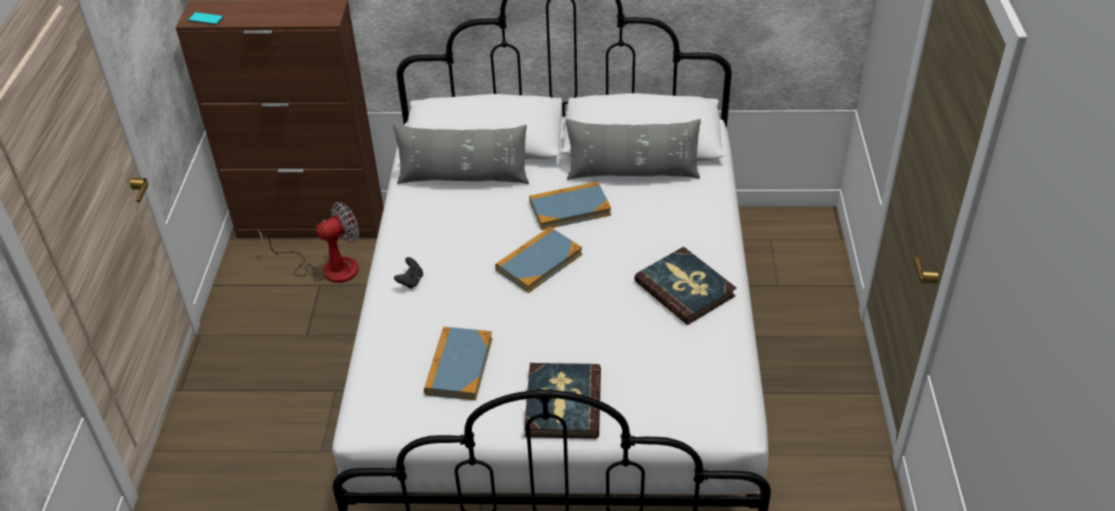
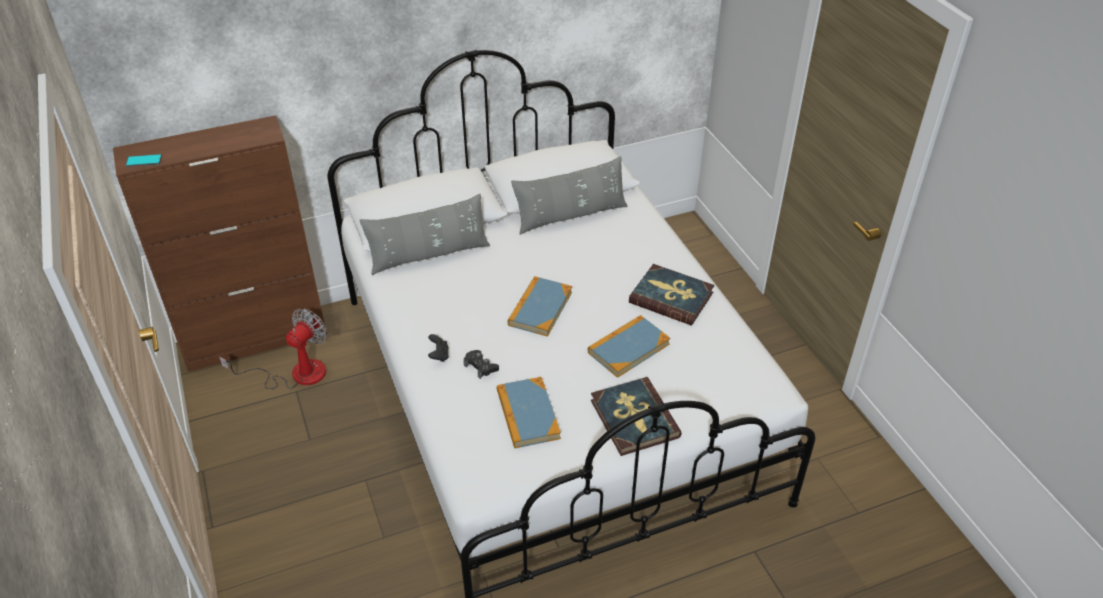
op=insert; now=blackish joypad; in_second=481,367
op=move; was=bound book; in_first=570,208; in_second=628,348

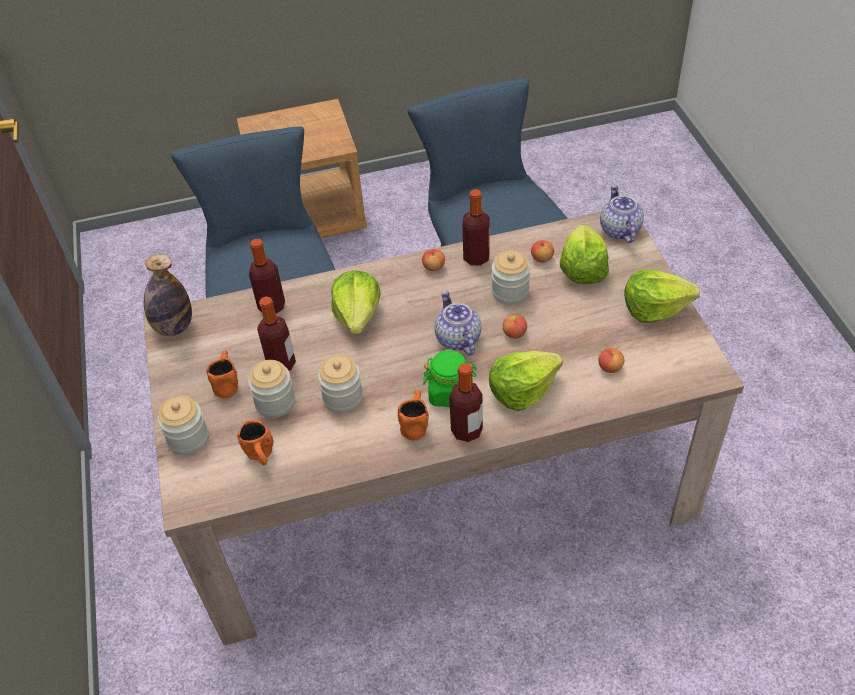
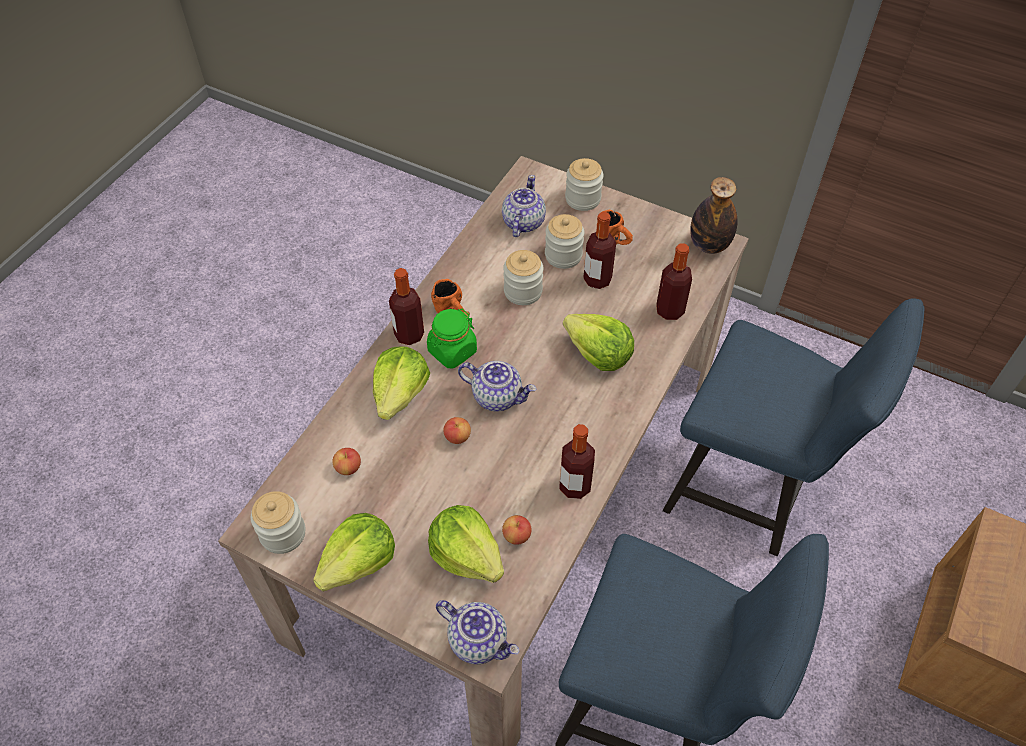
op=move; was=preserve jar; in_first=510,291; in_second=283,533
op=replace; was=orange coffee mug; now=teapot; in_first=261,457; in_second=522,222
op=delete; was=whole apple; in_first=433,267

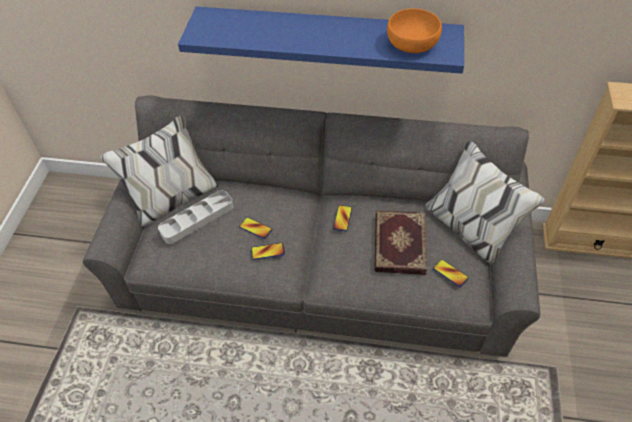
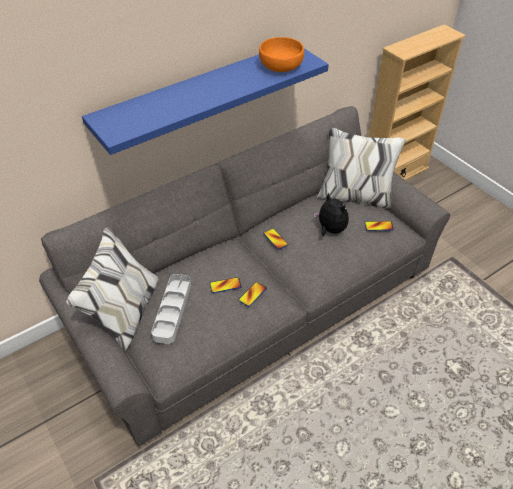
op=replace; was=bound book; now=plush toy; in_first=398,244; in_second=330,230

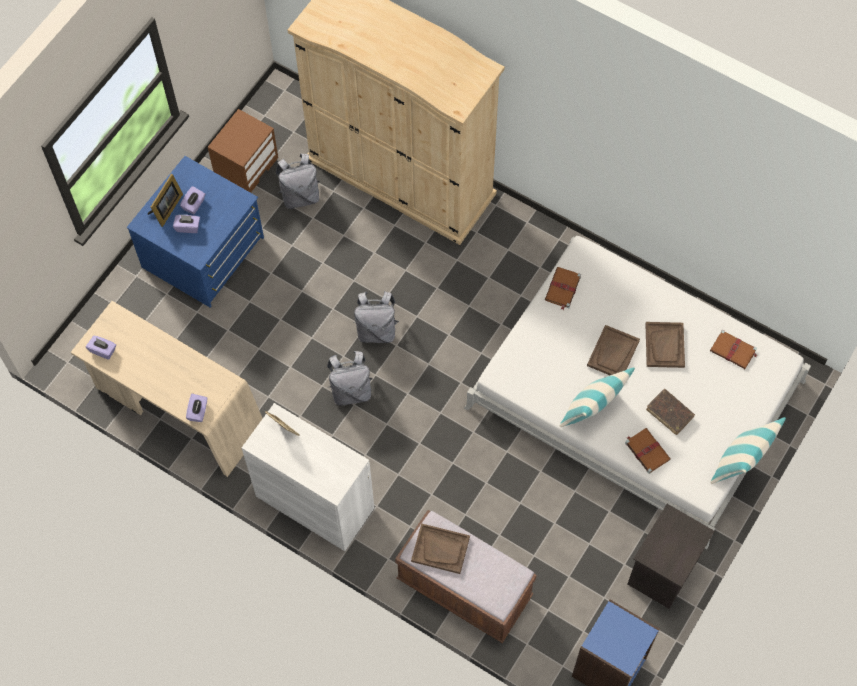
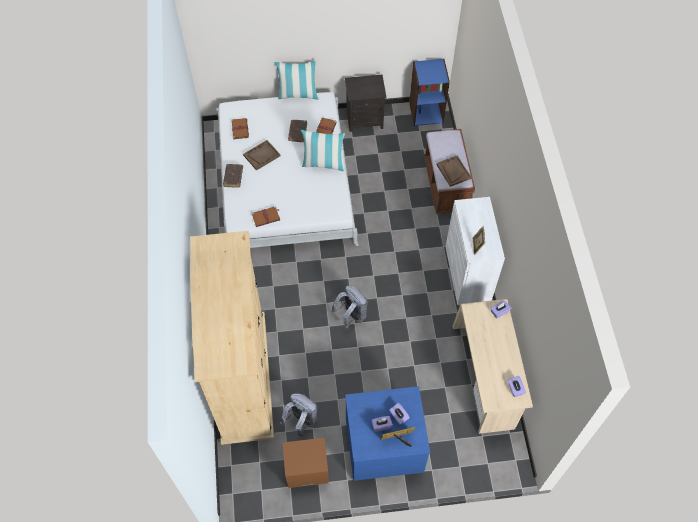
op=insert; now=brown-coloured bound book; in_second=233,177
op=delete; was=greyish knapsack; in_first=351,390
op=delete; was=brown-coloured tray; in_first=613,353

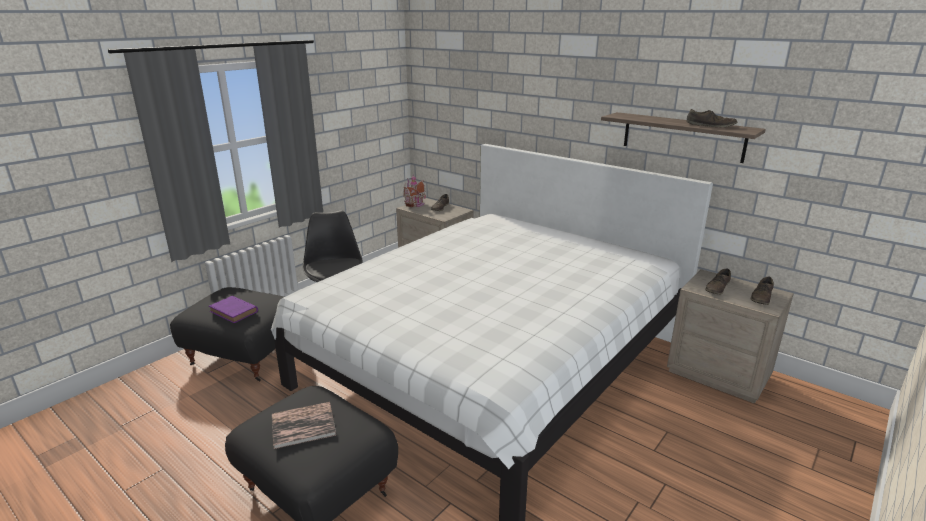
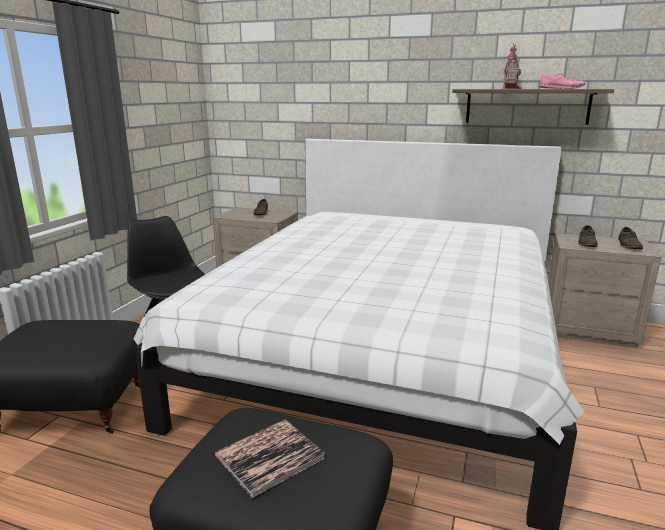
op=move; was=model house; in_first=416,204; in_second=511,88
op=recolor; was=brown-coloured low shoe; now=pink-coloured low shoe; in_first=710,125; in_second=561,88
op=delete; was=purple bound book; in_first=234,312

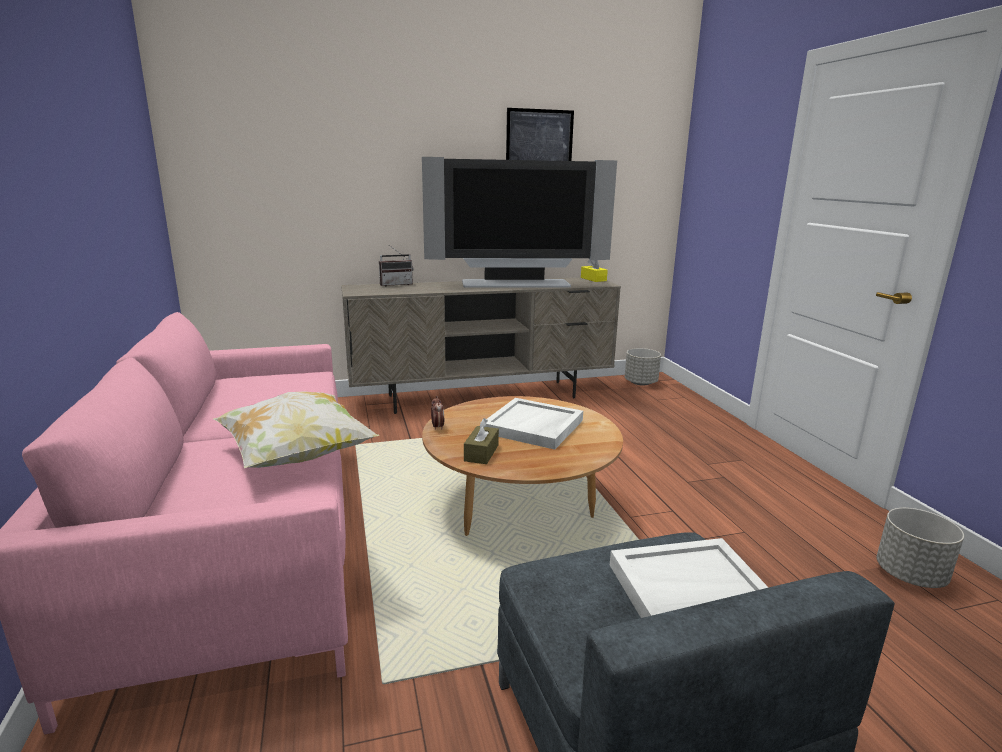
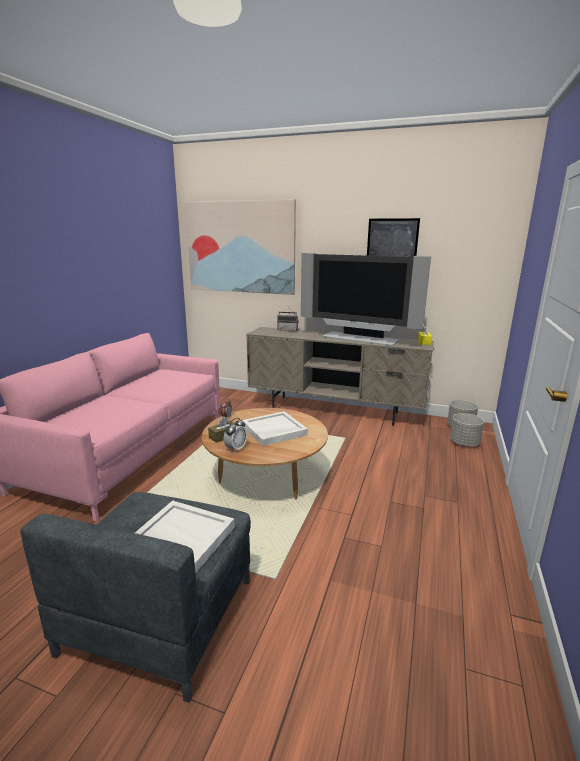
op=insert; now=picture; in_second=240,247
op=insert; now=alarm clock; in_second=235,449
op=move; was=greyish plant pot; in_first=910,575; in_second=464,443
op=delete; was=pillow; in_first=297,456

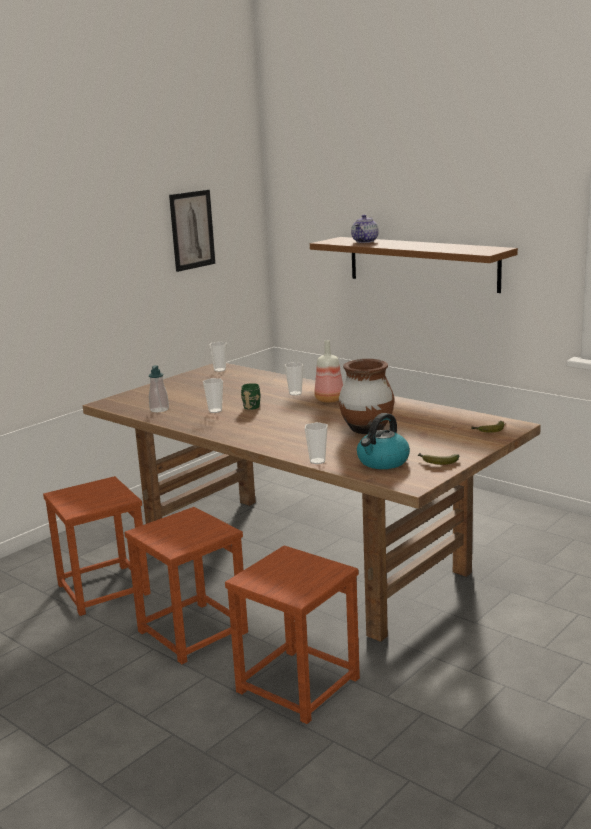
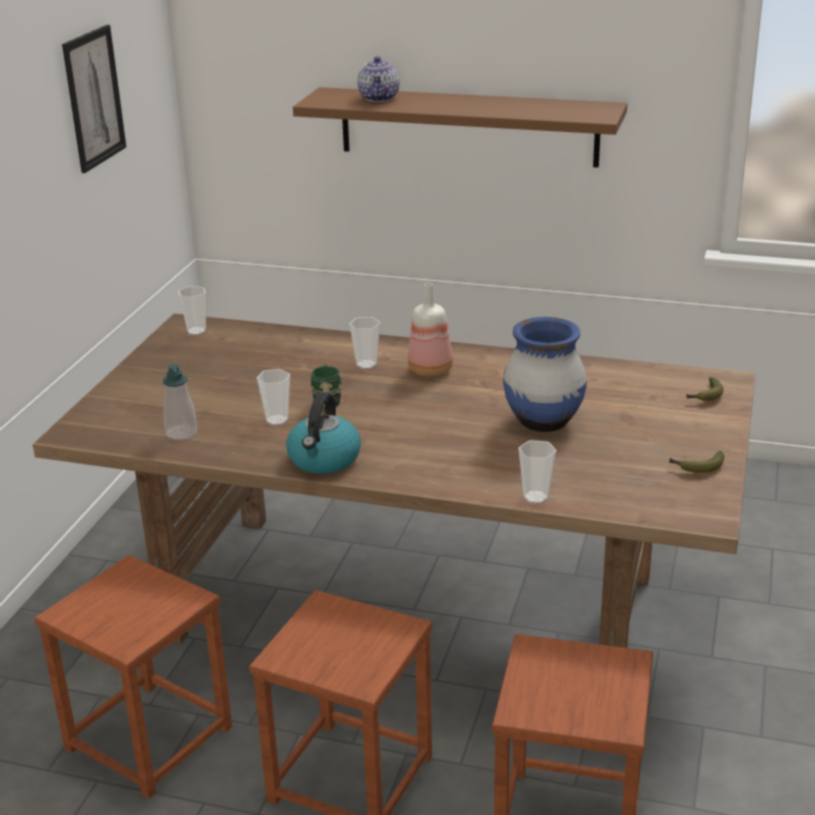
op=move; was=tea kettle; in_first=382,462; in_second=324,460
op=recolor; was=brown-coloured flower vase; now=blue-coloured flower vase; in_first=367,430; in_second=543,422

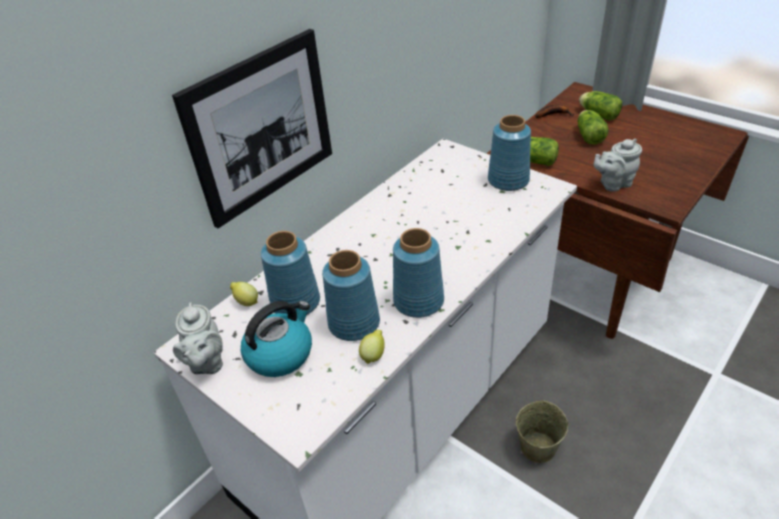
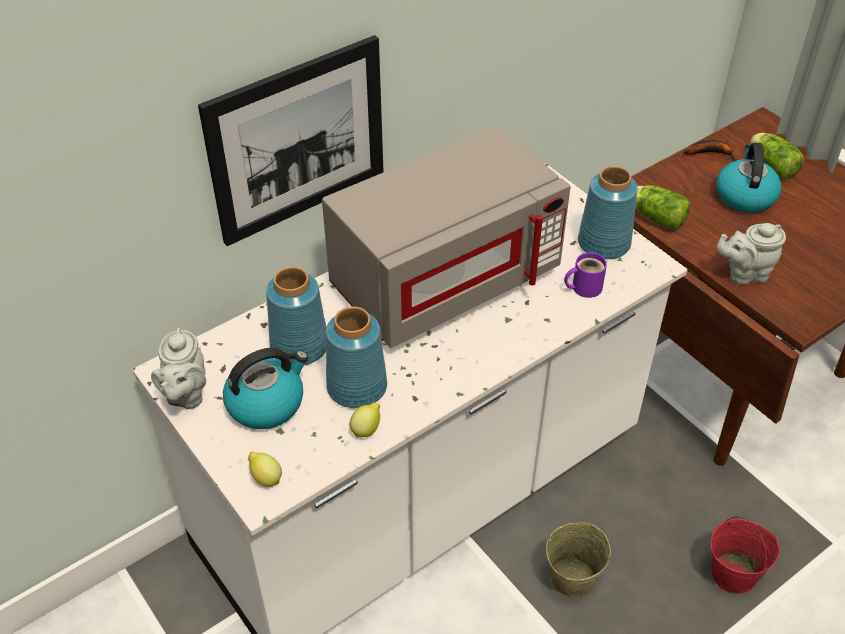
op=move; was=whole lemon; in_first=246,302; in_second=265,478
op=insert; now=greyish kitchen microwave; in_second=444,280
op=insert; now=purple coffee mug; in_second=583,287
op=insert; now=red pail; in_second=734,574
op=replace; was=lettuce head; now=tea kettle; in_first=589,135; in_second=744,195
op=delete; was=blue-coloured flower vase; in_first=419,301

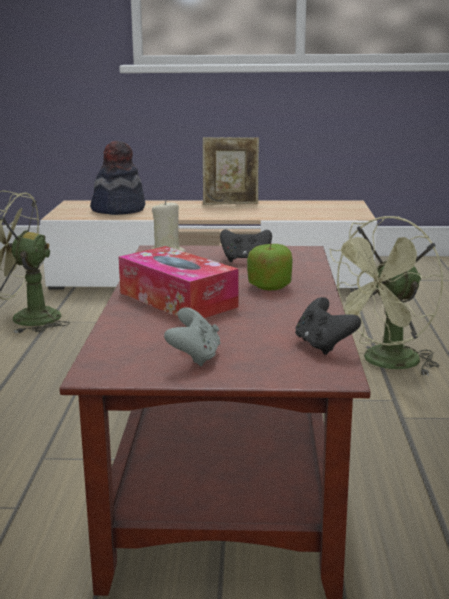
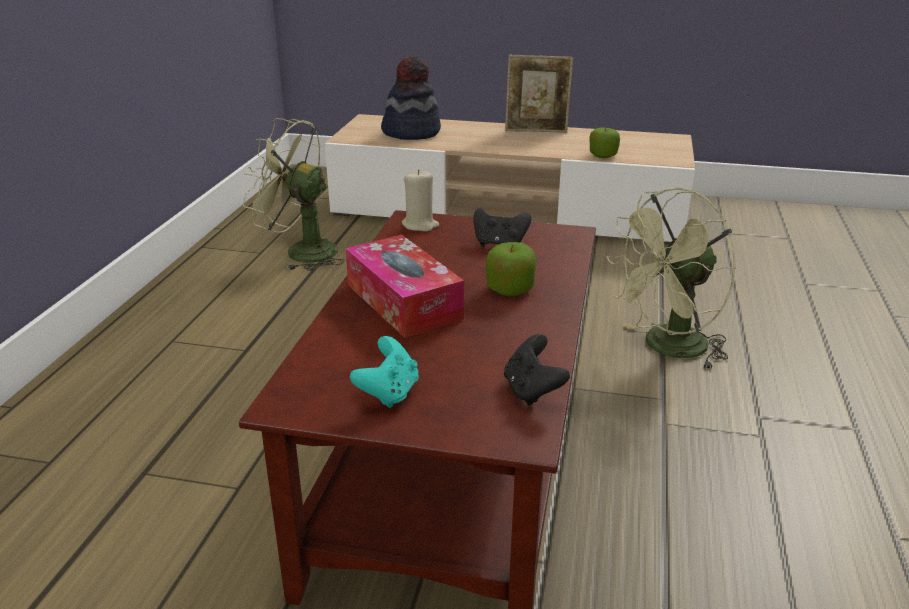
op=recolor; was=greyish joypad; now=turquoise joypad; in_first=195,357; in_second=389,393
op=insert; now=whole apple; in_second=603,155

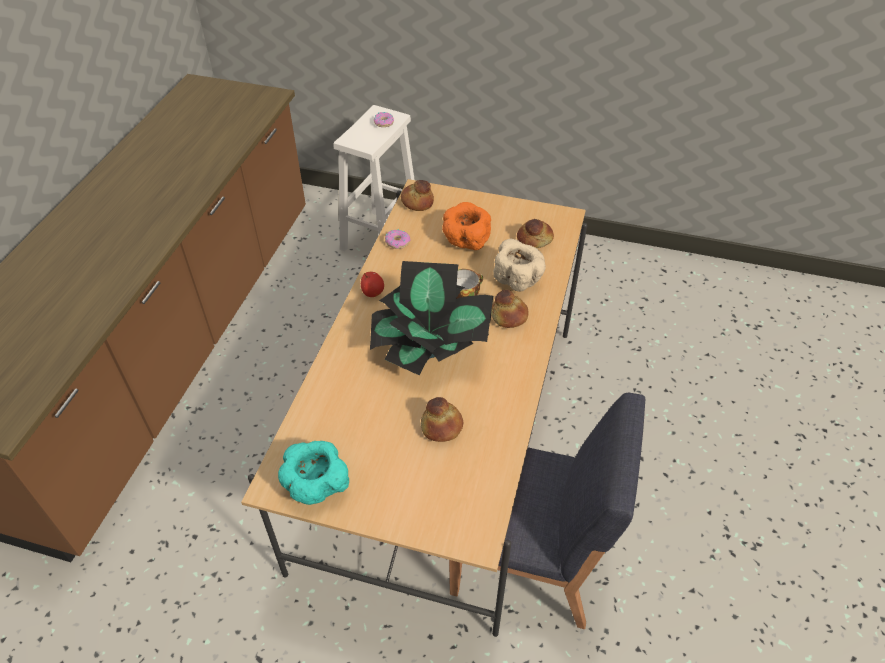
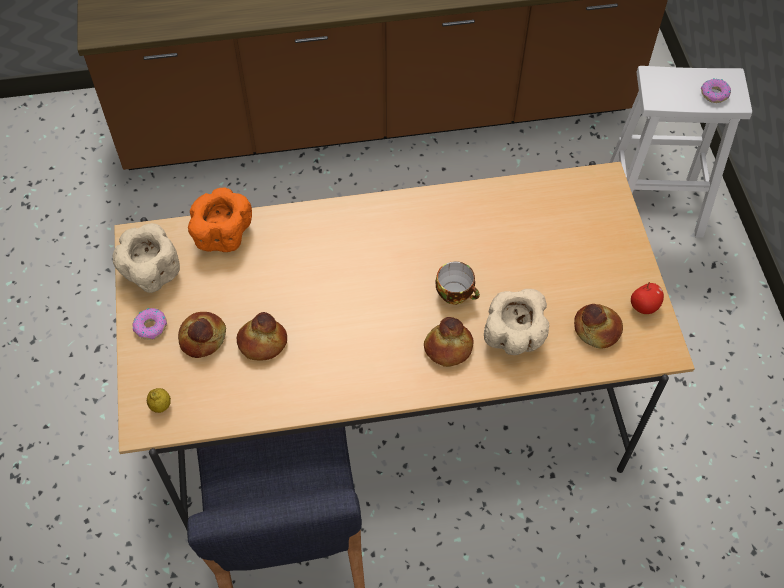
op=recolor; was=turquoise bowl; now=beige-coloured bowl; in_first=316,487; in_second=150,272
op=move; was=ring doughnut; in_first=397,242; in_second=151,327
op=insert; now=whole lemon; in_second=161,406
op=move; was=baked bread; in_first=417,202; in_second=203,338
op=move; was=orange bowl; in_first=466,241; in_second=222,234
op=move; was=whole apple; in_first=372,292; in_second=644,306
op=delete; was=houseplant; in_first=430,350

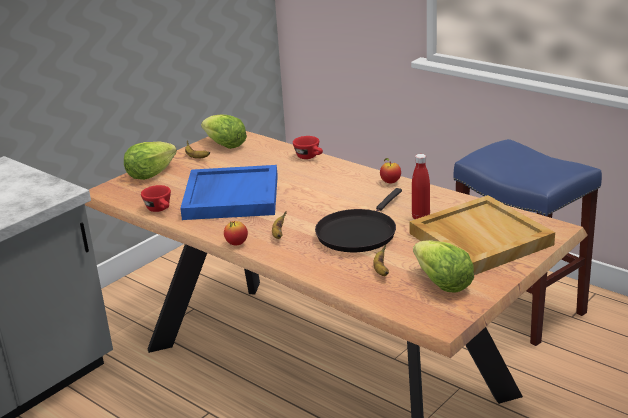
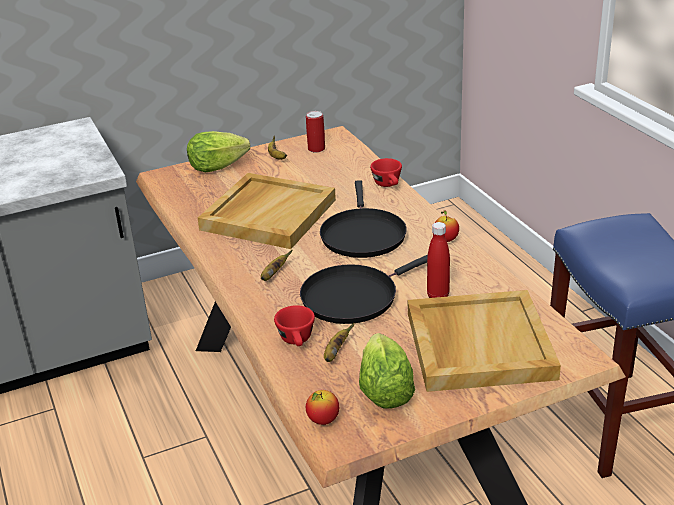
op=recolor; was=blue-coloured tray; now=beige-coloured tray; in_first=231,196; in_second=268,214
op=move; was=red small cup; in_first=160,209; in_second=297,341
op=replace; was=lettuce head; now=metal can; in_first=225,145; in_second=316,149
op=move; was=whole apple; in_first=236,244; in_second=323,420
op=insert; now=blackish frying pan; in_second=362,235

